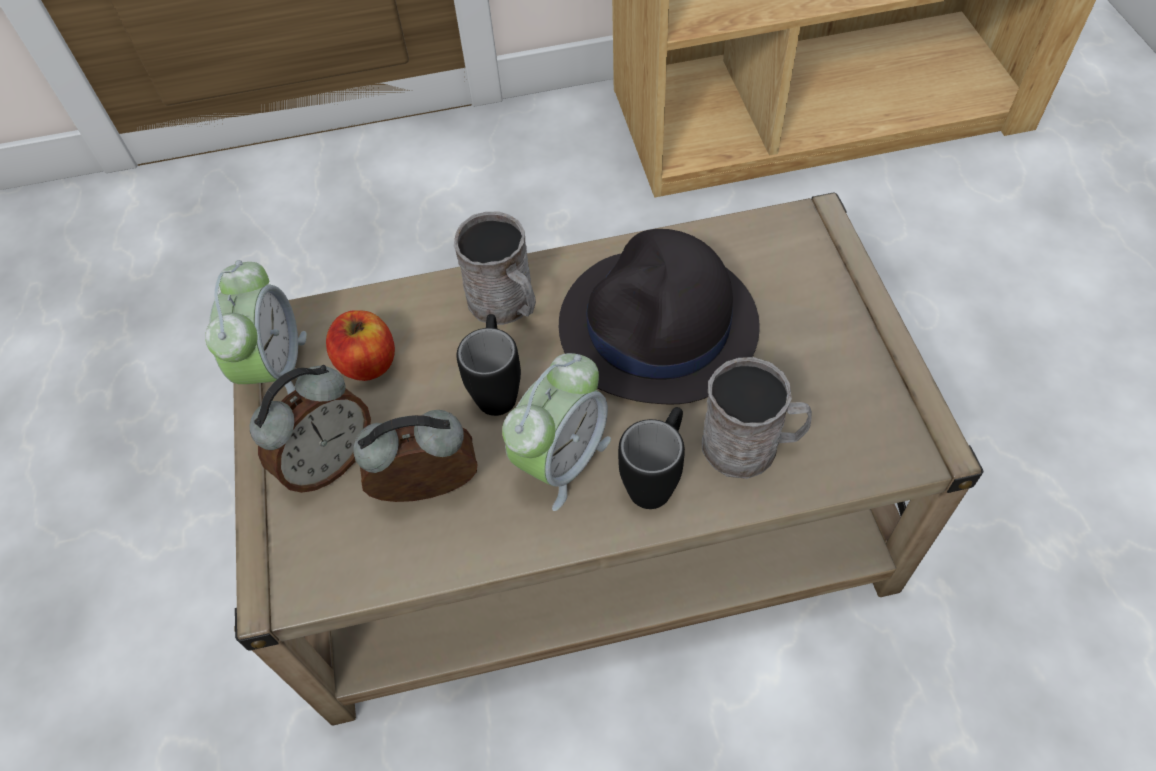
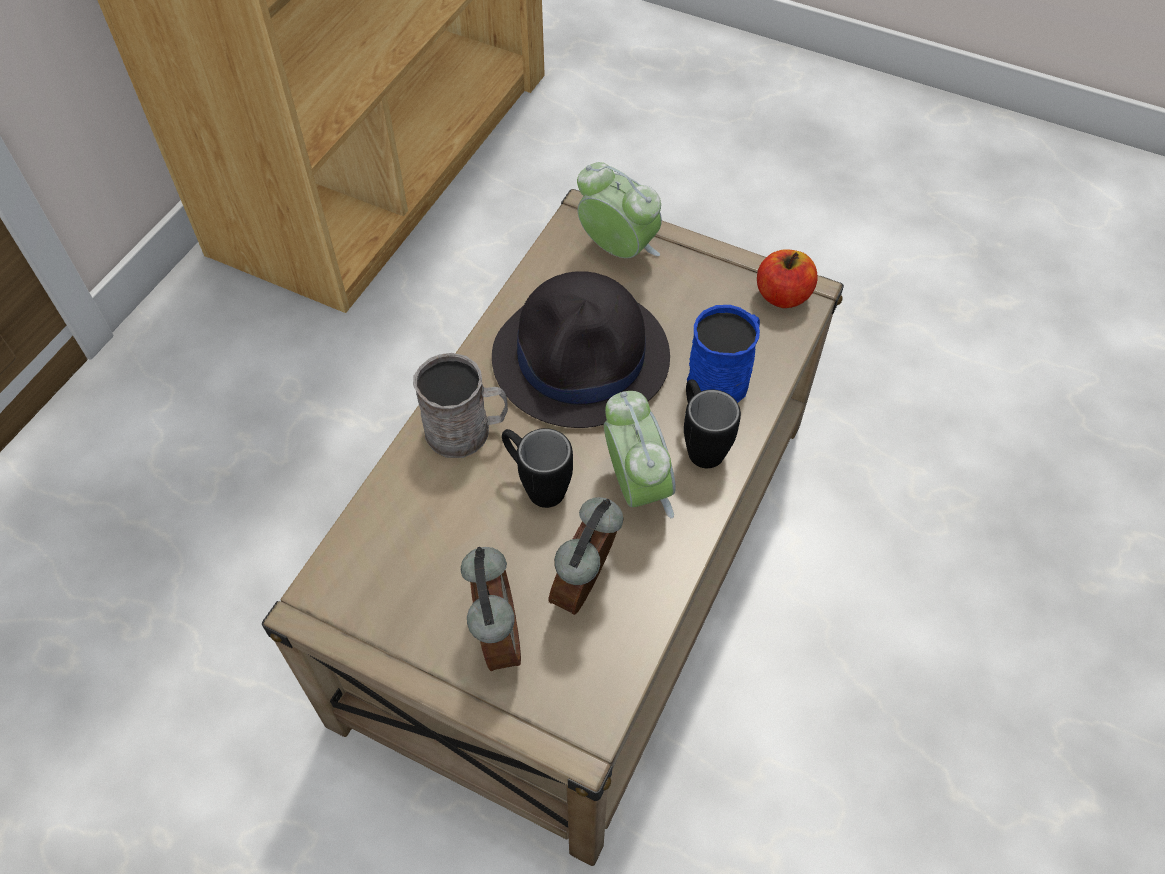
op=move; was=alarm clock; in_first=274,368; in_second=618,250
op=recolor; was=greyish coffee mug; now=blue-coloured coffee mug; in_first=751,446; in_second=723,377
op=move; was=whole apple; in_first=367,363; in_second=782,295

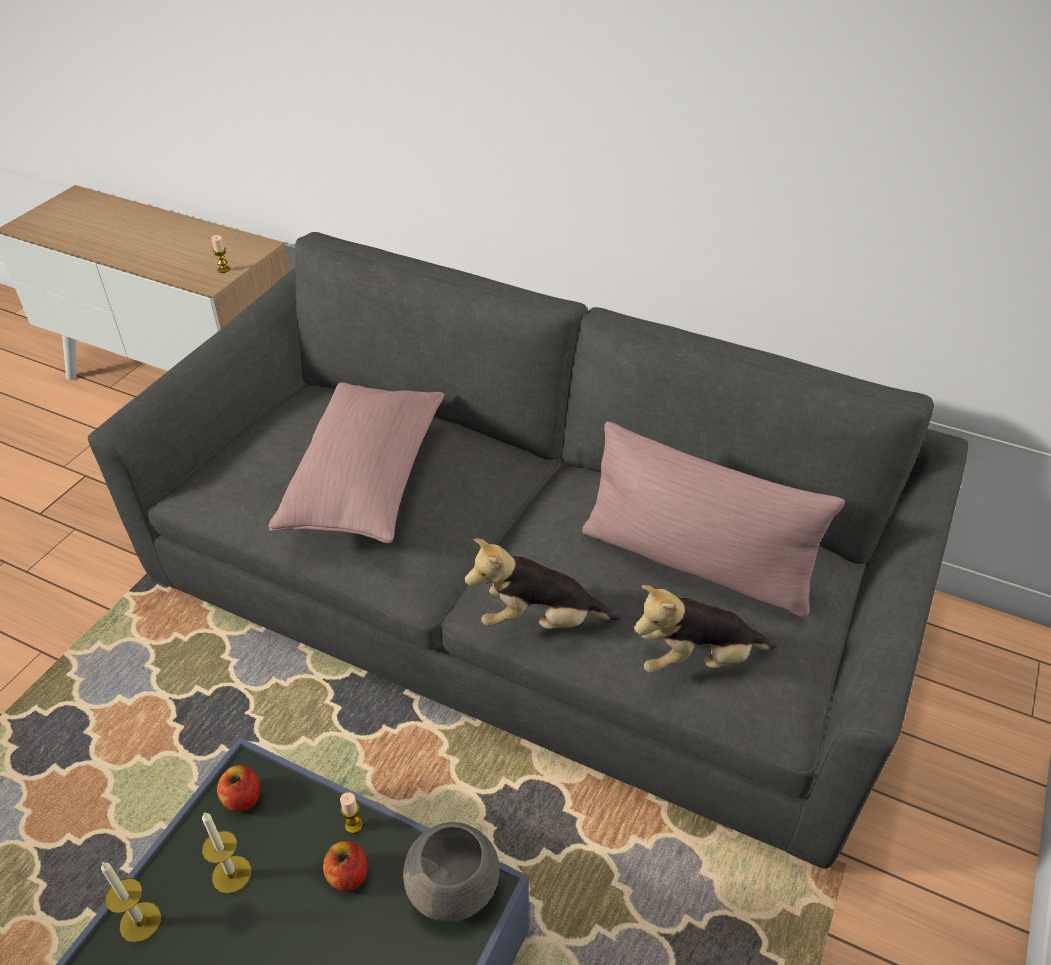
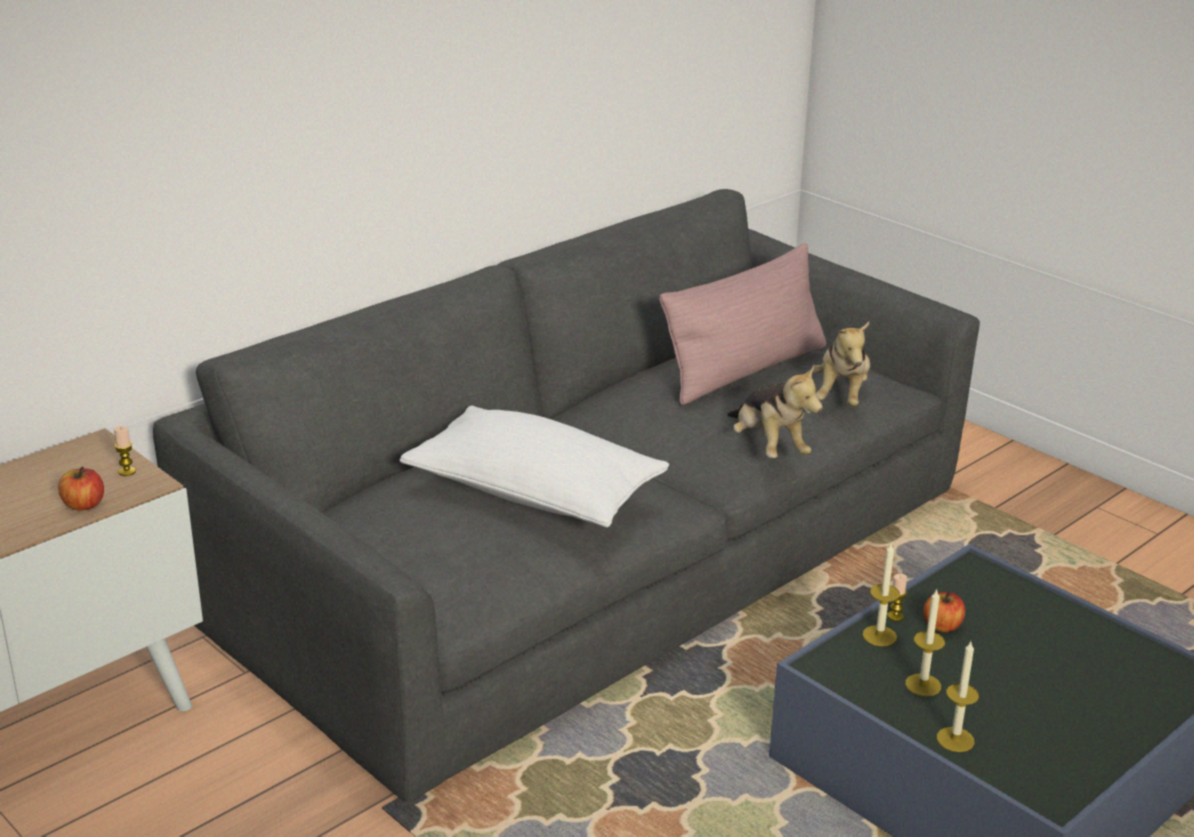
op=move; was=whole apple; in_first=242,798; in_second=83,505
op=recolor; was=pink-coloured pillow; now=white-coloured pillow; in_first=366,481; in_second=534,493
op=rotate; was=plush toy; in_first=540,620; in_second=768,447; clockwise=-45
op=insert; now=wax light; in_second=879,636
op=delete; was=greyish bowl; in_first=455,887

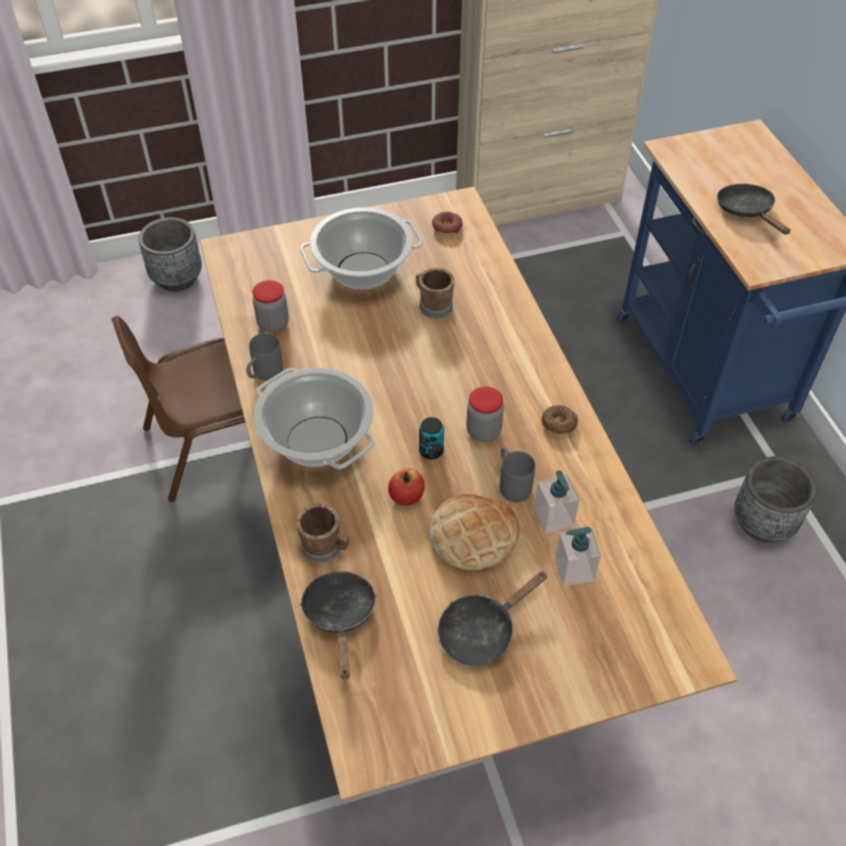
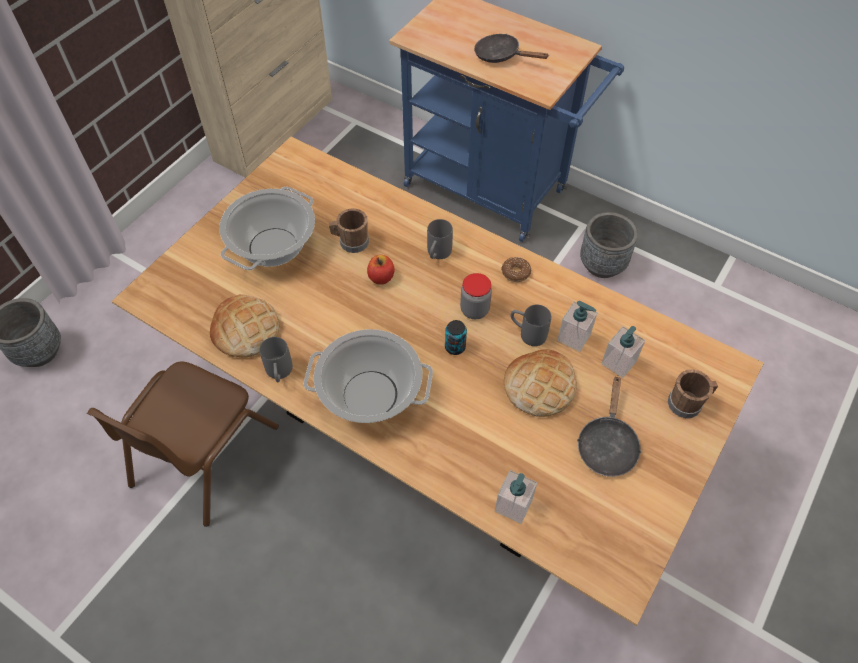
op=replace; was=preserve jar; now=baked bread; in_first=273,324; in_second=245,330
op=move; was=whole apple; in_first=406,496; in_second=381,277
op=insert; now=greyish coffee mug; in_second=437,254
op=replace; was=blackish frying pan; now=soap dispenser; in_first=340,616; in_second=513,505
op=move; was=brown-coloured coffee mug; in_first=326,548; in_second=688,403
op=delete; was=ring doughnut; in_first=446,227

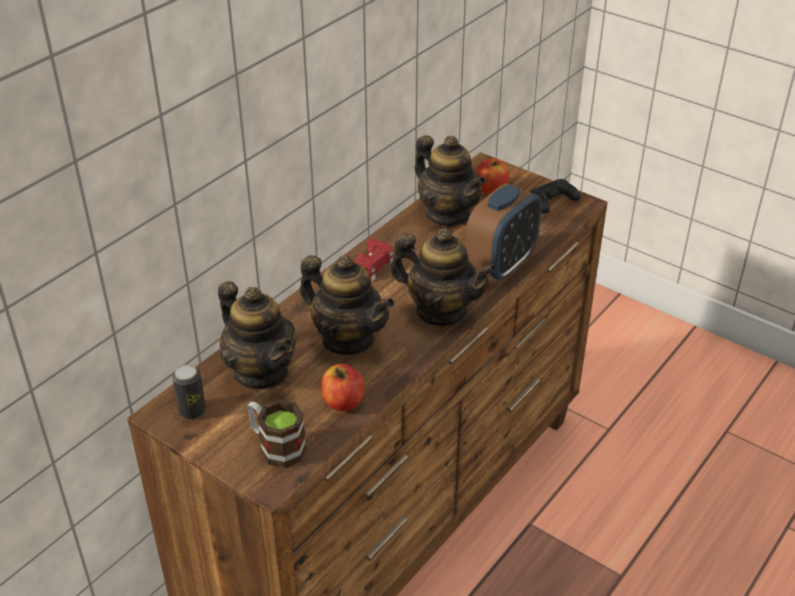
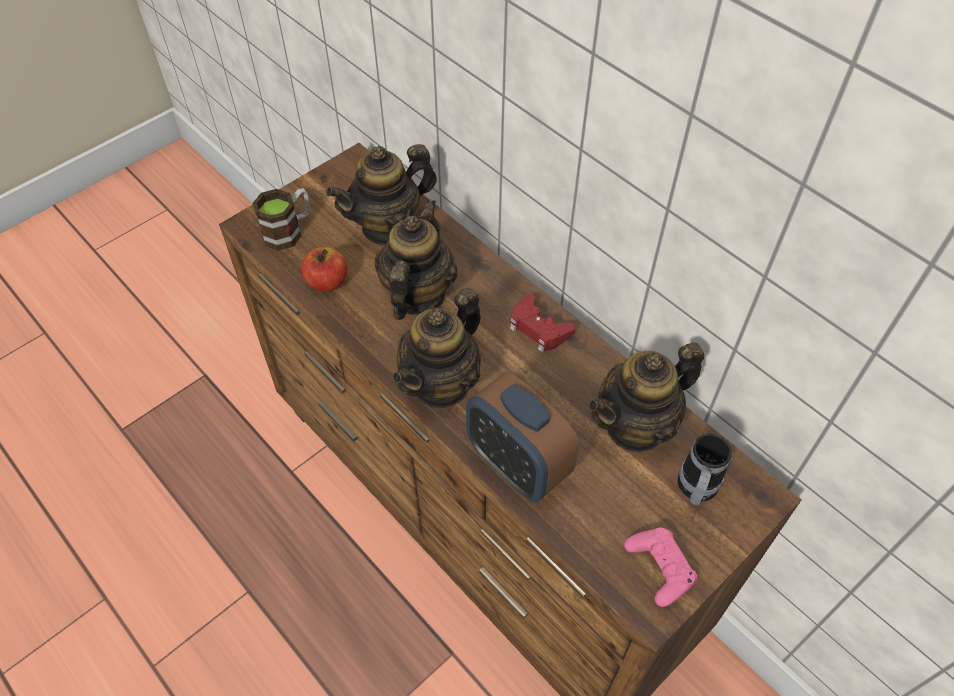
op=rotate; was=teapot; in_first=347,339; in_second=417,295; clockwise=150
op=recolor; was=blackish joypad; now=pink-coloured joypad; in_first=552,201; in_second=660,568
op=replace; was=whole apple; now=coffee mug; in_first=491,189; in_second=695,491
op=delete; was=metal can; in_first=192,411

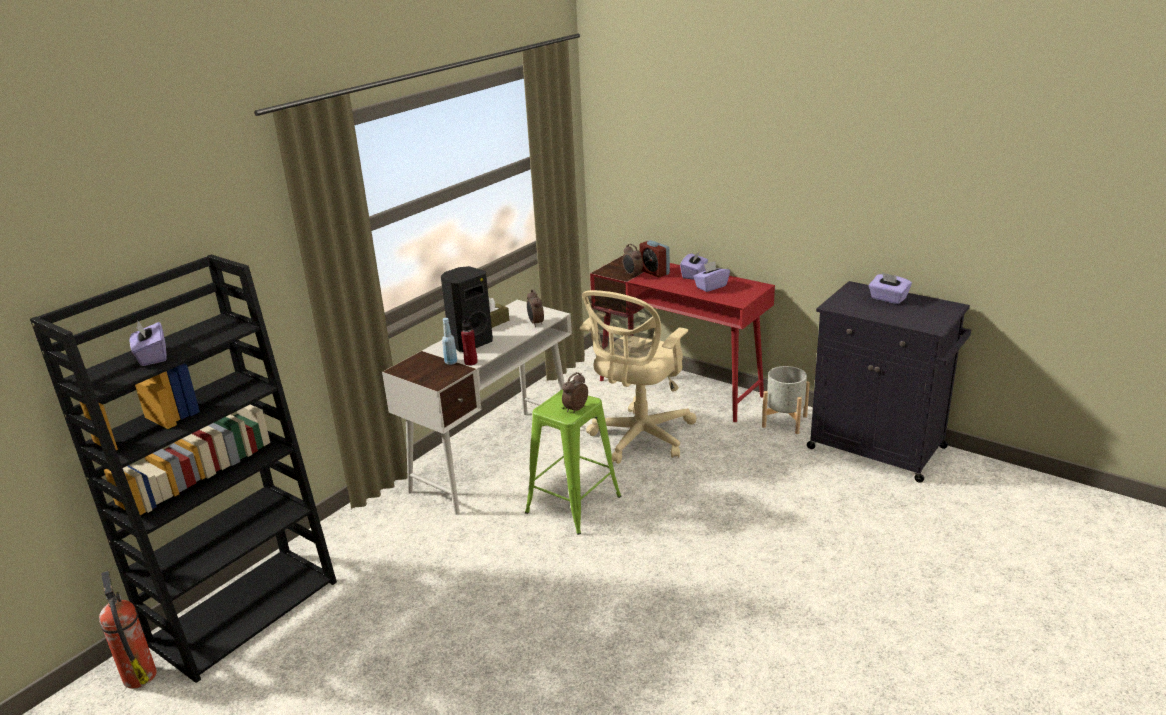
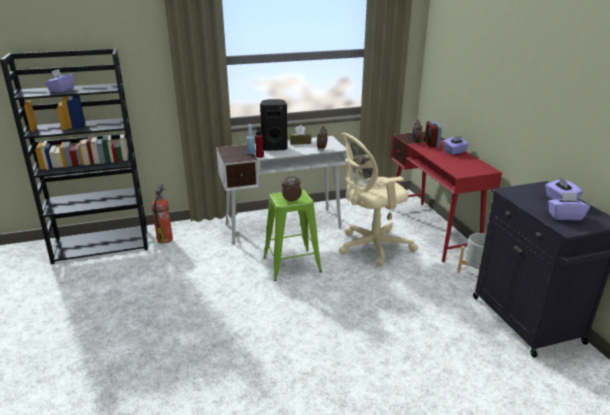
op=move; was=fire extinguisher; in_first=139,675; in_second=165,239
op=move; was=purple box of tissues; in_first=711,286; in_second=564,216

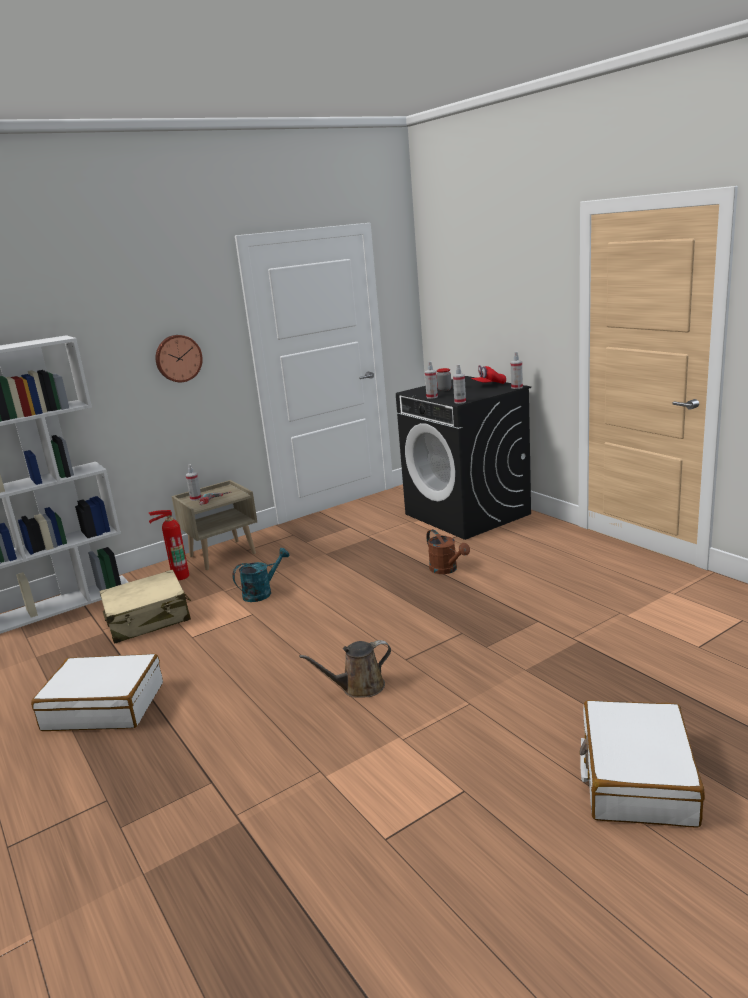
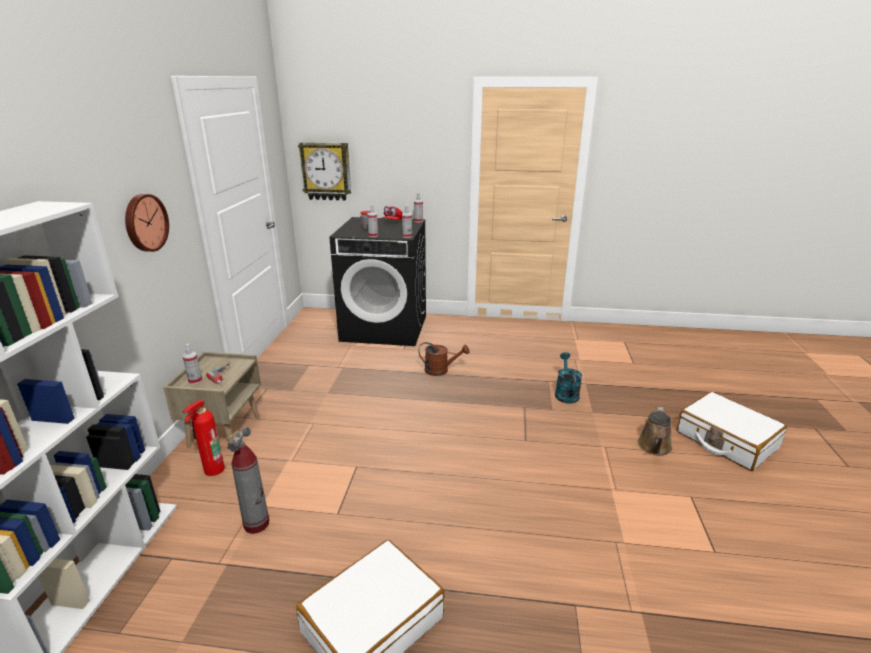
op=replace; was=beige-coloured travel case; now=fire extinguisher; in_first=148,619; in_second=256,524
op=insert; now=hanging clock; in_second=326,171
op=move; was=turquoise watering pot; in_first=262,592; in_second=565,393
op=move; was=brown-coloured watering pot; in_first=359,687; in_second=654,447

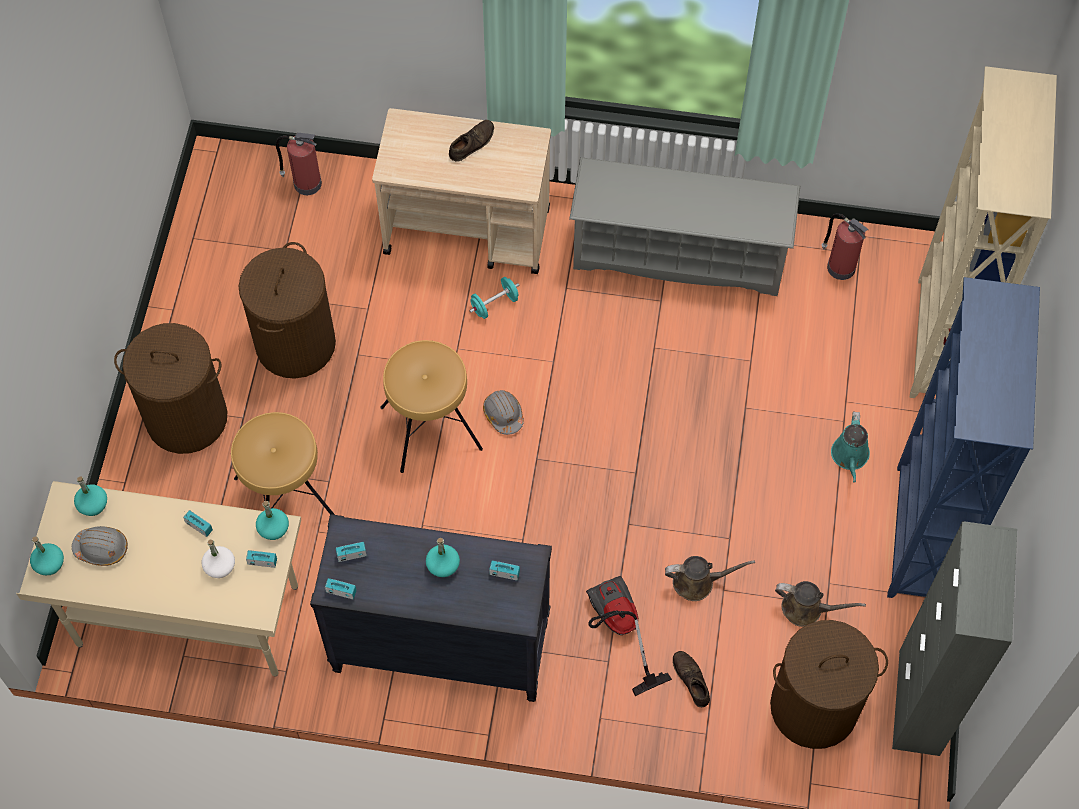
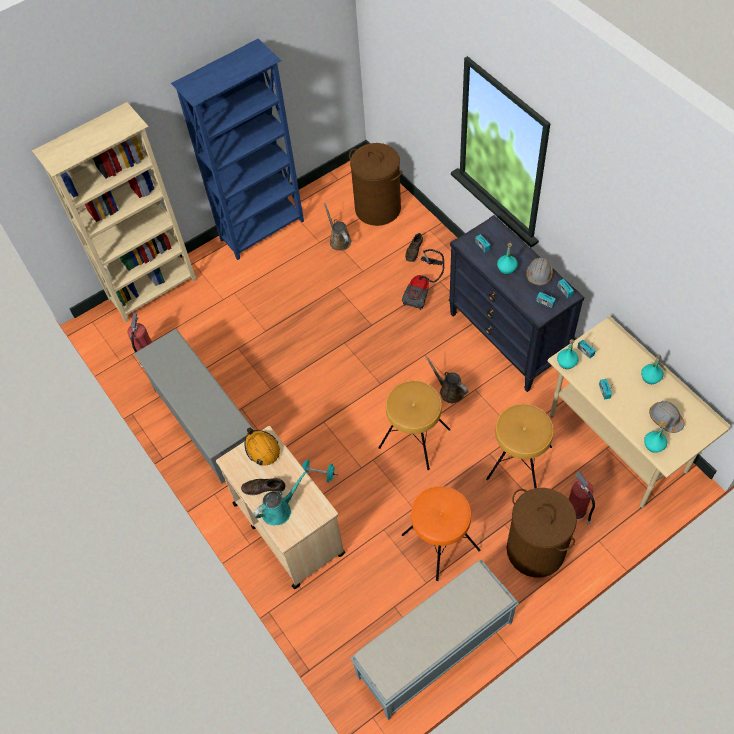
op=insert; now=orange safety helmet; in_second=262,449
op=move; was=turquoise watering pot; in_first=850,457; in_second=279,510
op=insert; now=greyish indoor bench; in_second=434,650
op=replace; was=brown-coloured laundry basket; now=orange stool seat; in_first=295,343; in_second=440,543
op=move; was=brown-coloured watering pot; in_first=697,582; in_second=449,391
op=move; was=greyish safety helmet; in_first=503,414; in_second=539,274
op=move; was=fire extinguisher; in_first=306,183; in_second=576,510
op=move; was=turquoise bottle; in_first=49,564; in_second=650,377
op=delete; was=white-coloured bottle; in_first=219,566
op=delete; was=greyish cupboard; in_first=919,702

